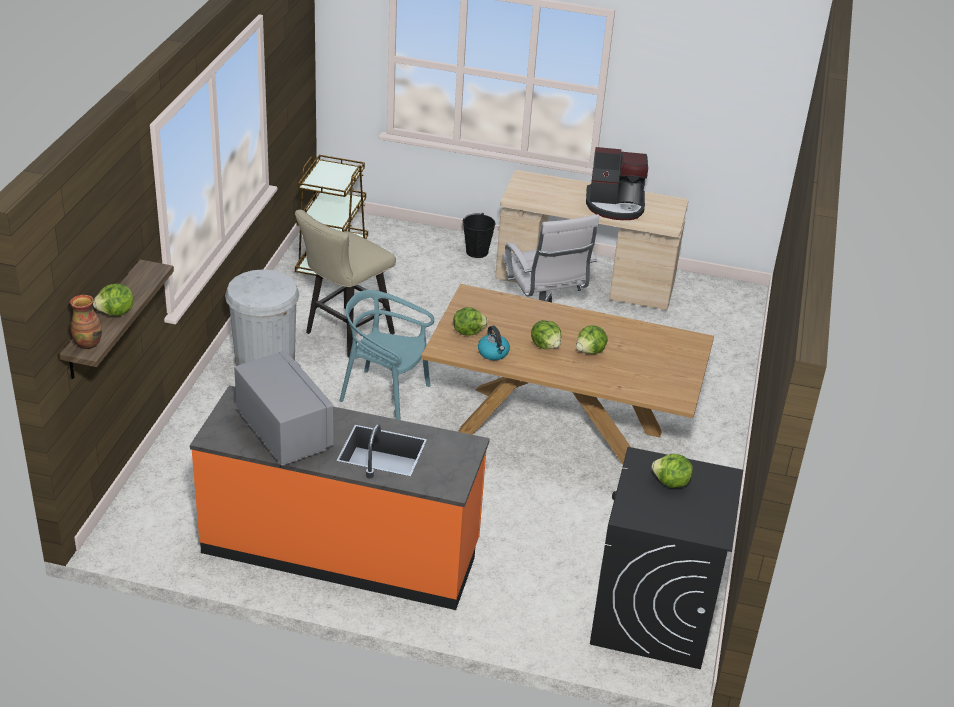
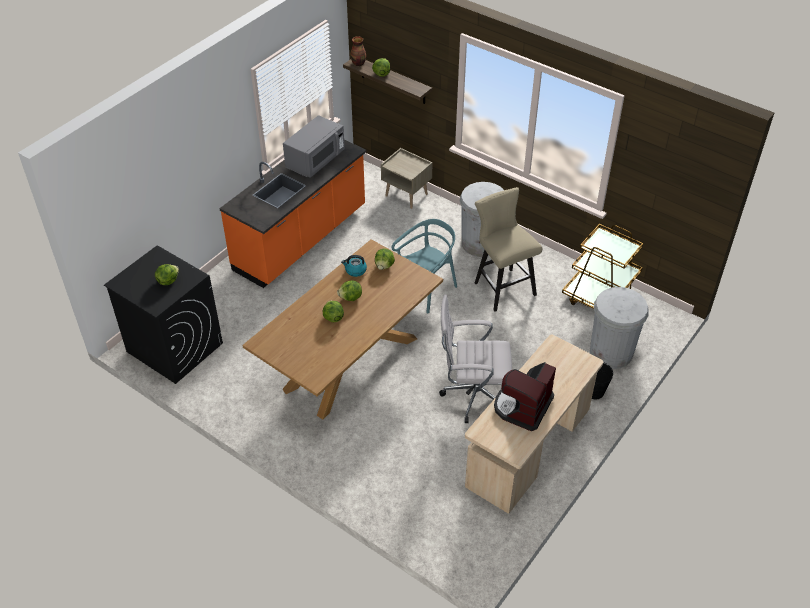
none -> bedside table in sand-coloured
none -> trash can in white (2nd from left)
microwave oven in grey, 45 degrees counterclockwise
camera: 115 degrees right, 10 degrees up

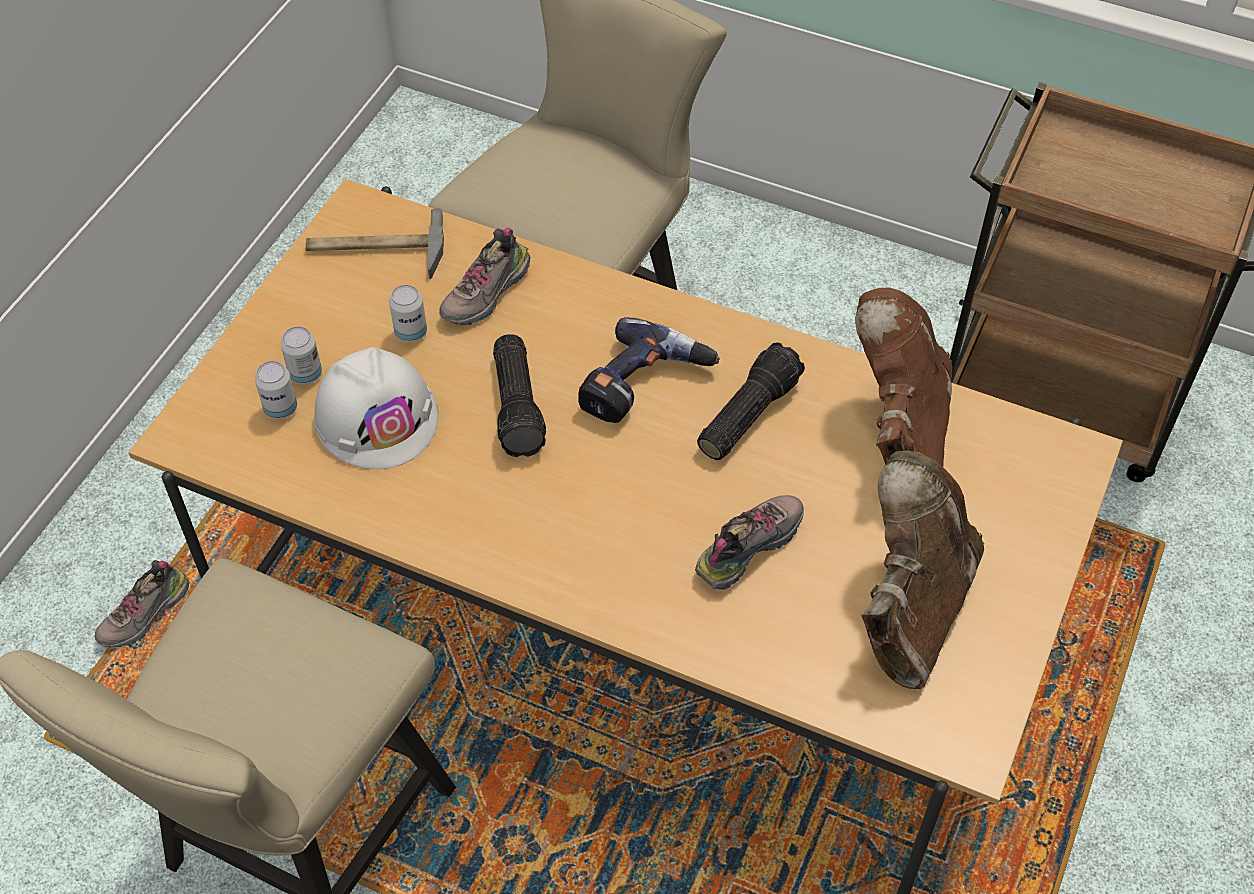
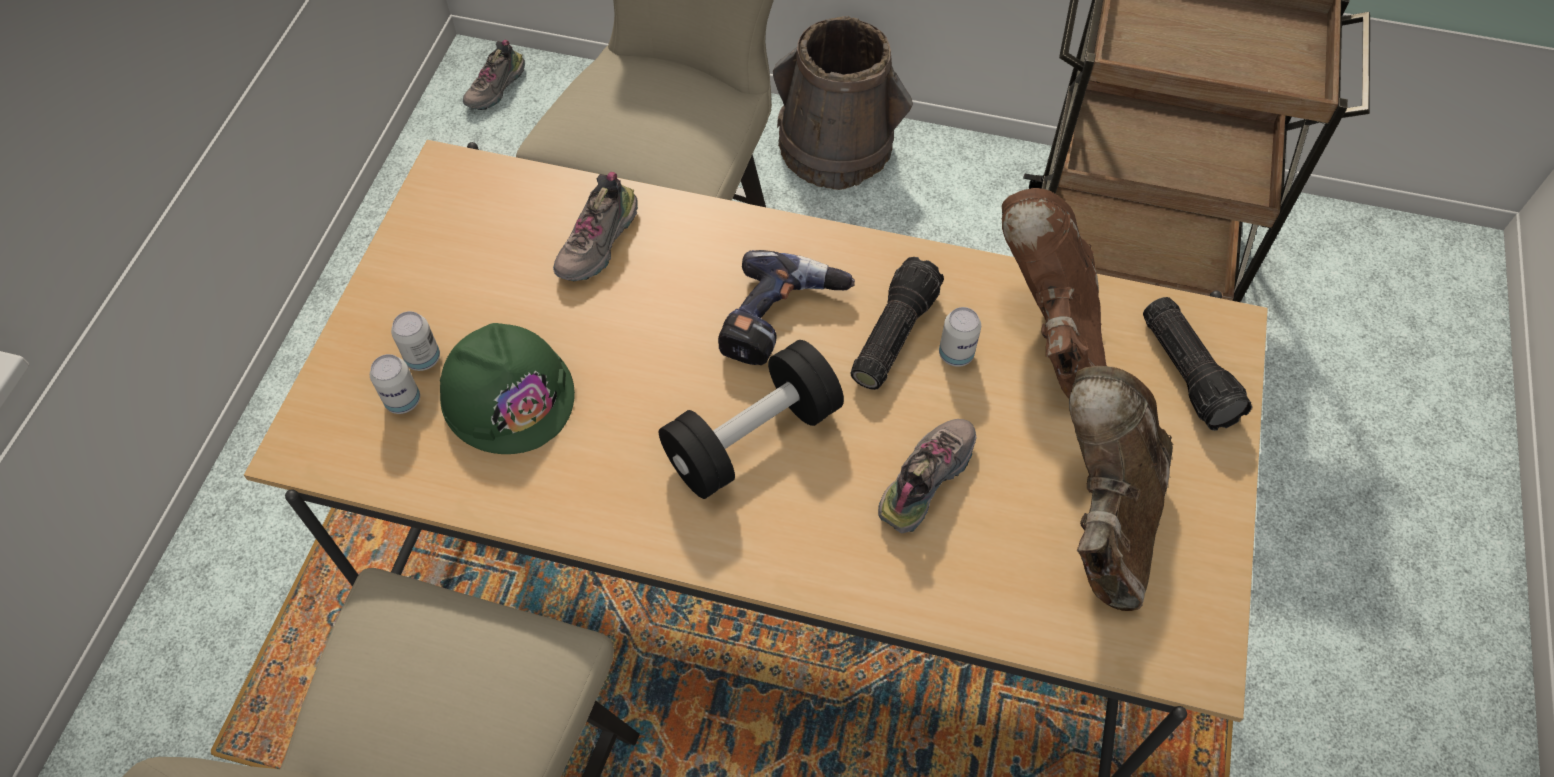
tool hammer -> none
none -> hand weight in black
none -> water bucket in brown
shoe (1st from left), moved
can (3rd from left), moved
torch (1st from left in the first image) -> torch (2nd from left), moved
safety helmet in white -> safety helmet in green-coloured
camera: 10 degrees left, 5 degrees up

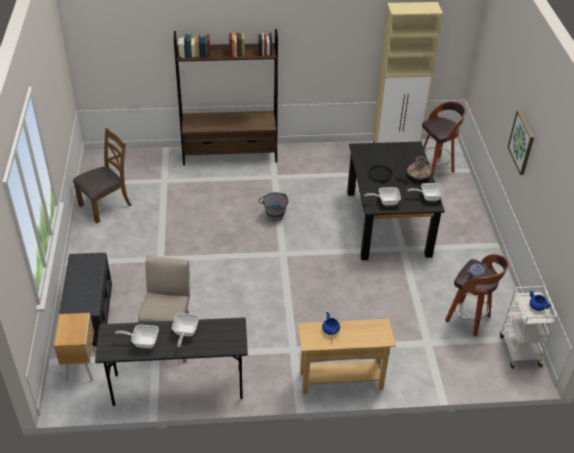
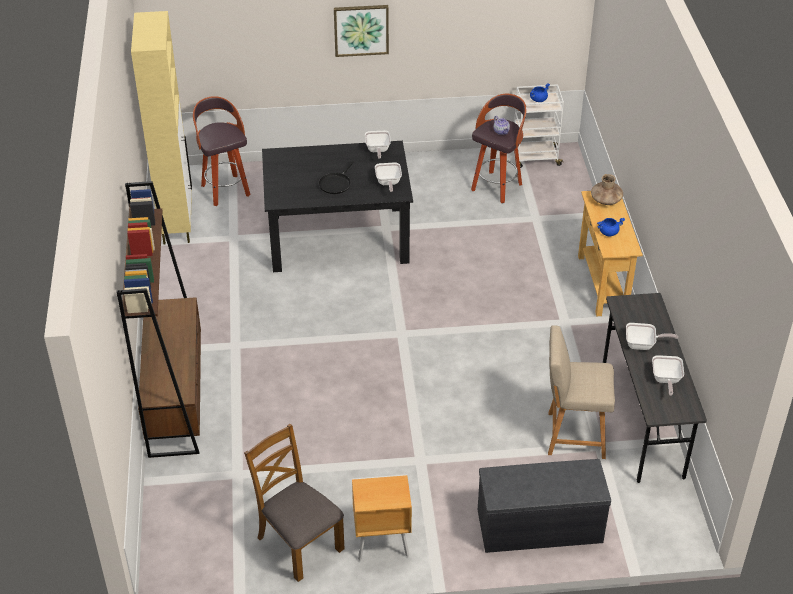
water bucket in grey -> none
bedside table in brown, moved
decorative vase in brown, moved
camera: 90 degrees left, 0 degrees up

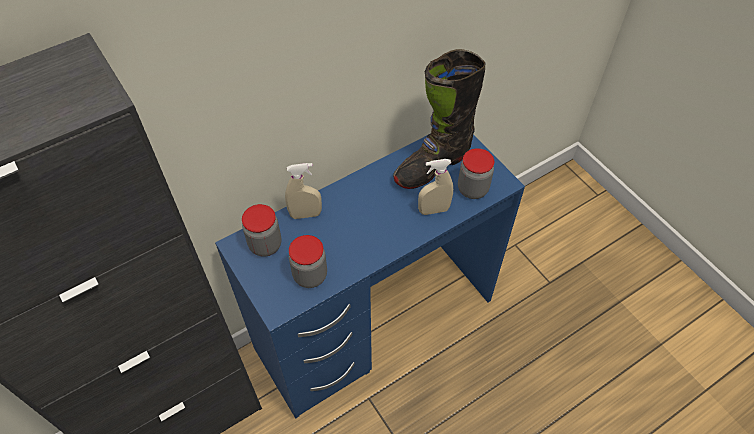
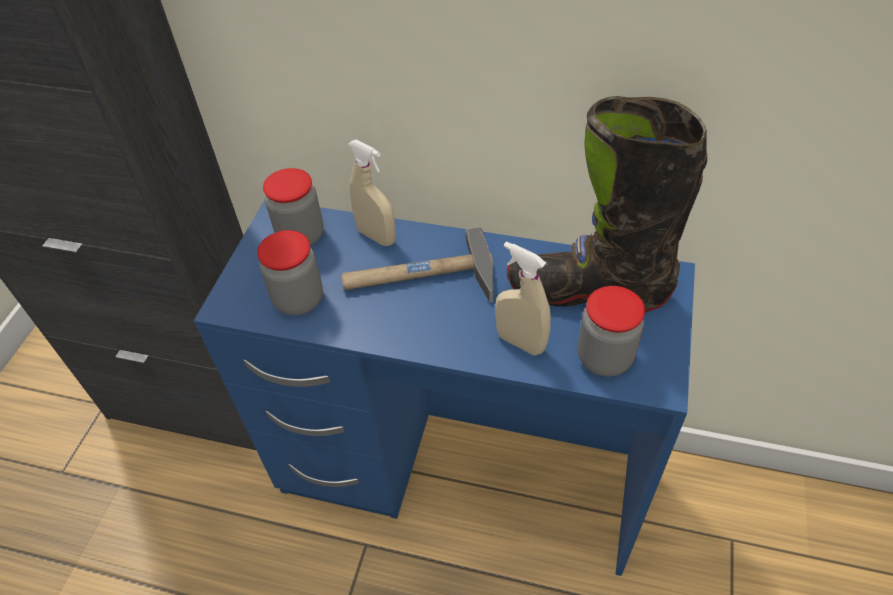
none -> tool hammer
camera: 50 degrees right, 5 degrees down

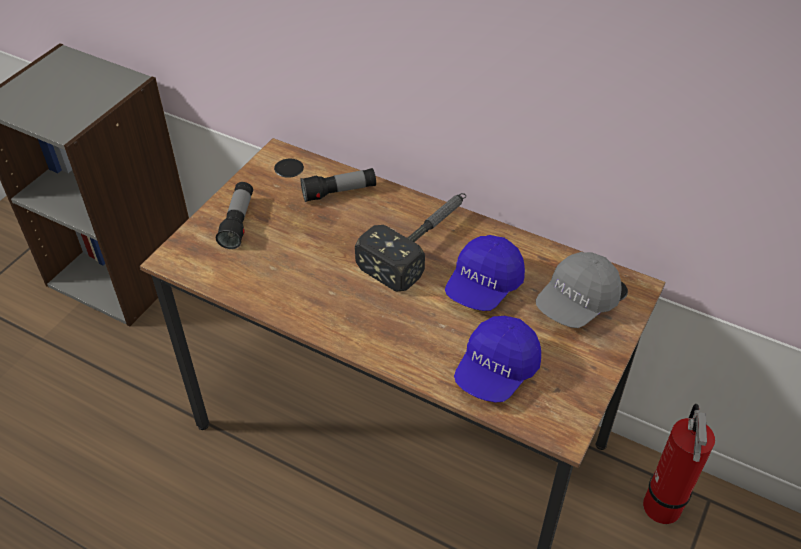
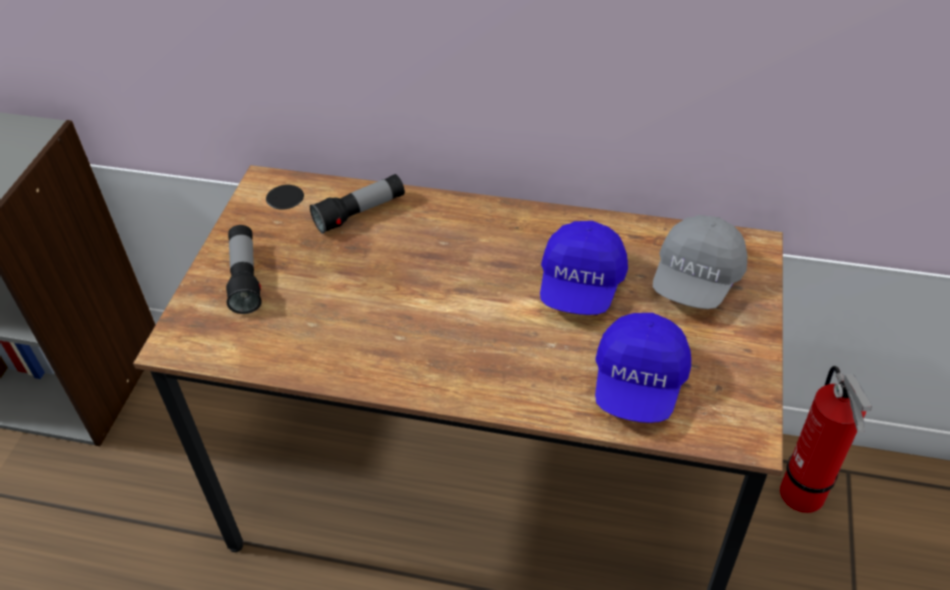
tool hammer -> none
camera: 15 degrees left, 0 degrees up

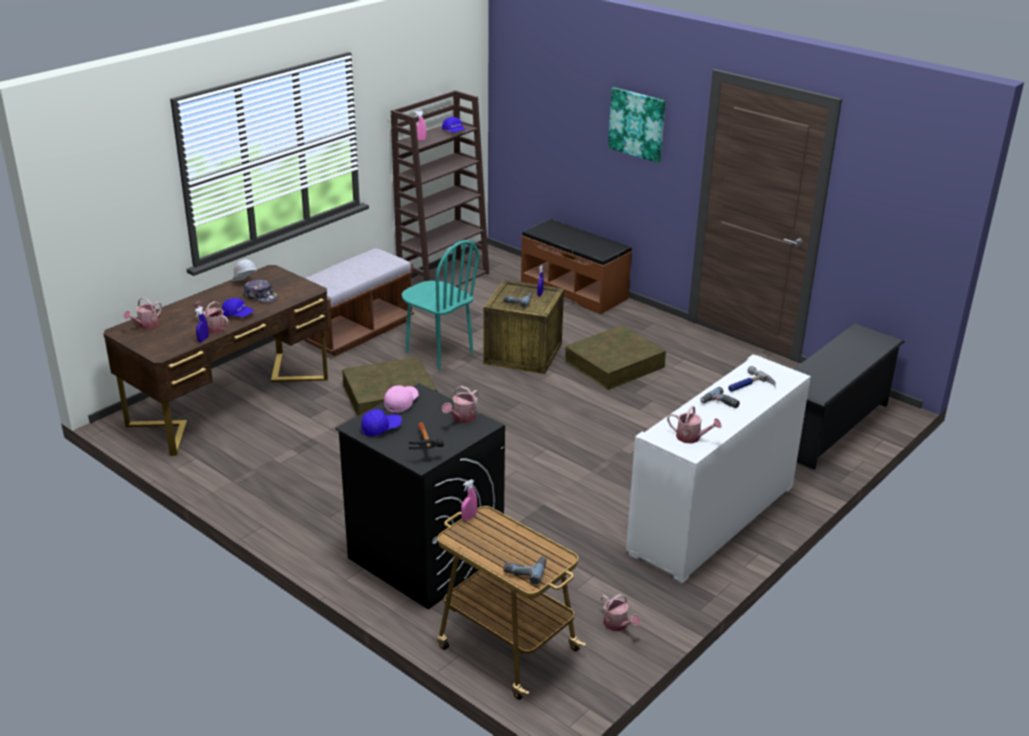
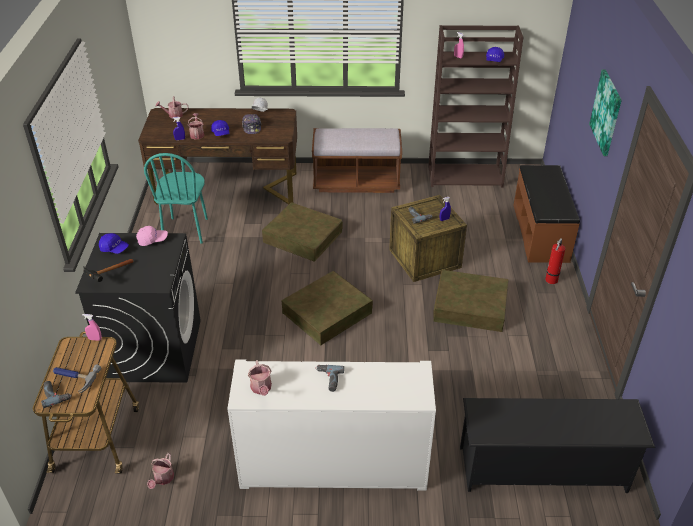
sprinkling can (3rd from left) -> none
none -> storage box in brown (2nd from left)
none -> extinguisher
chair in turquoise, moved
tool hammer (2nd from left in the first image) -> tool hammer (1st from left), moved
camera: 50 degrees right, 10 degrees up

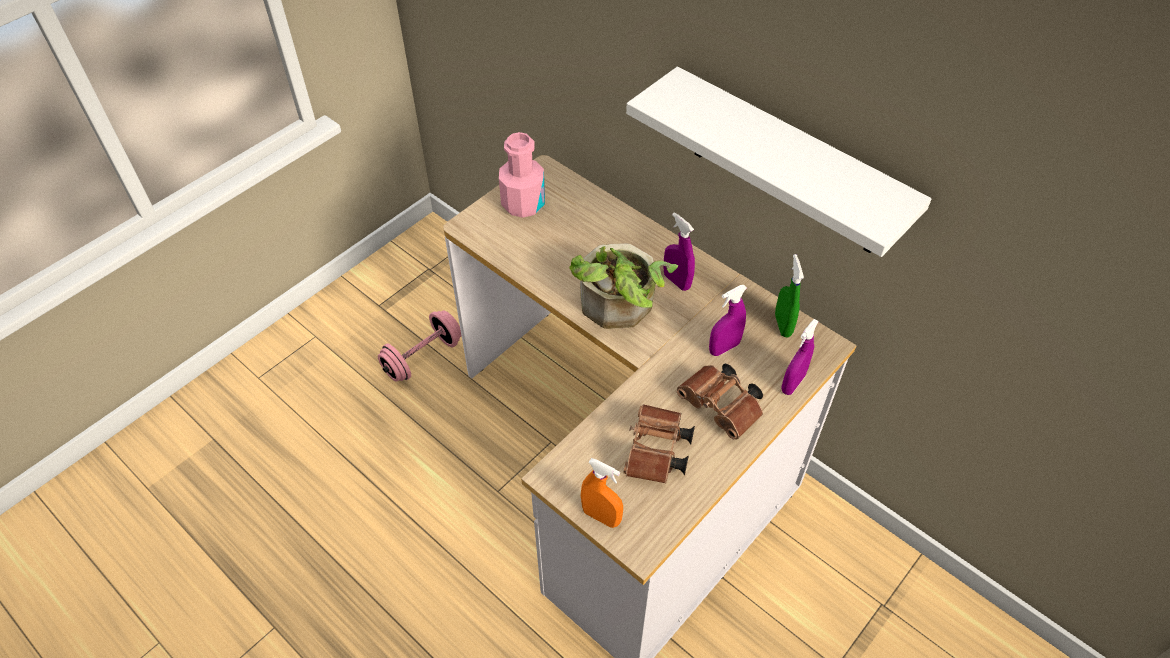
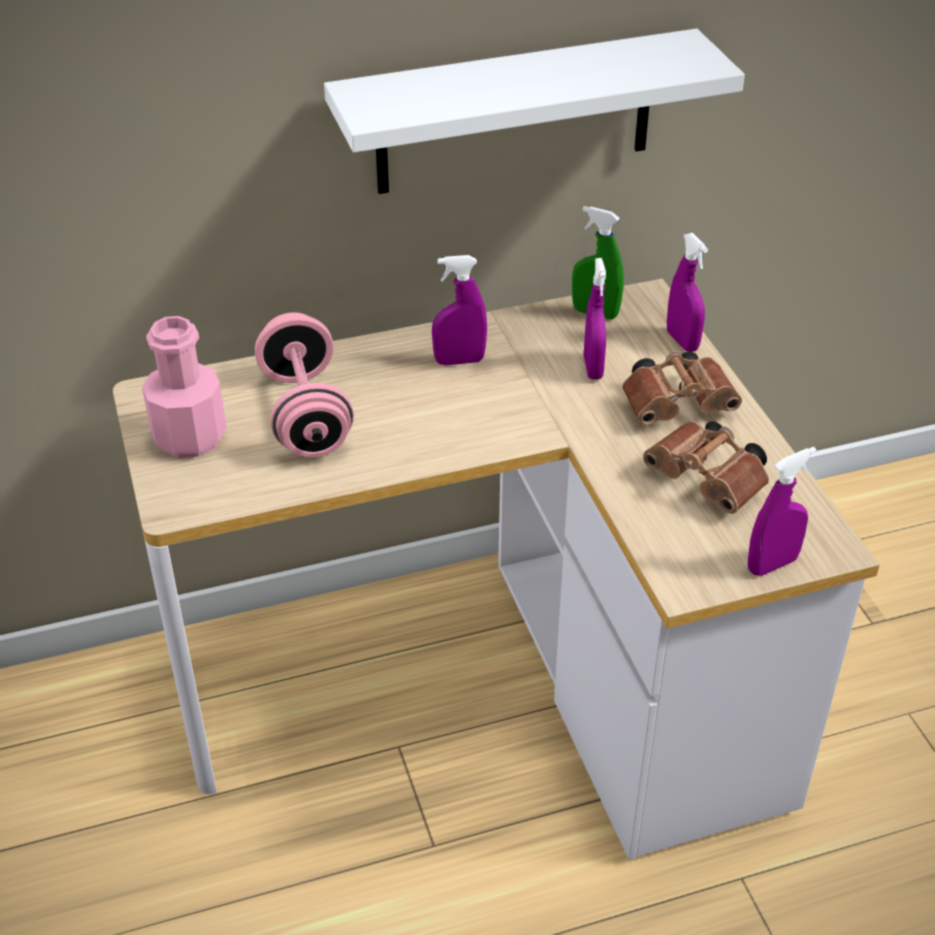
potted plant -> none
hand weight in pink, moved
hand sprayer in orange-coloured -> hand sprayer in purple (4th from left)
camera: 60 degrees left, 10 degrees down

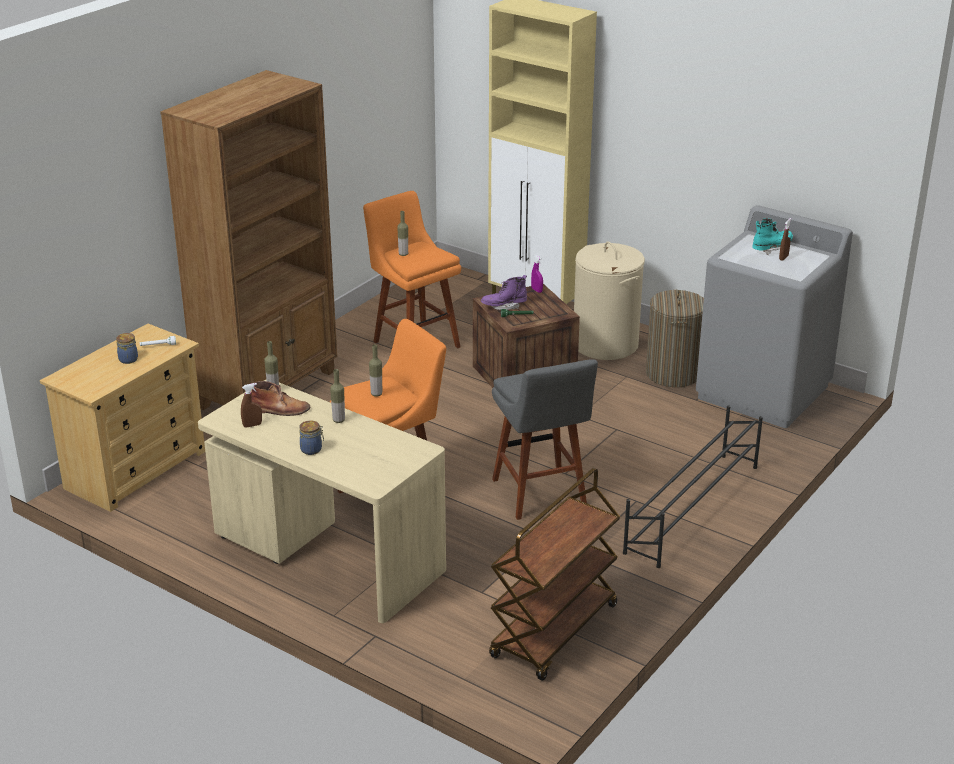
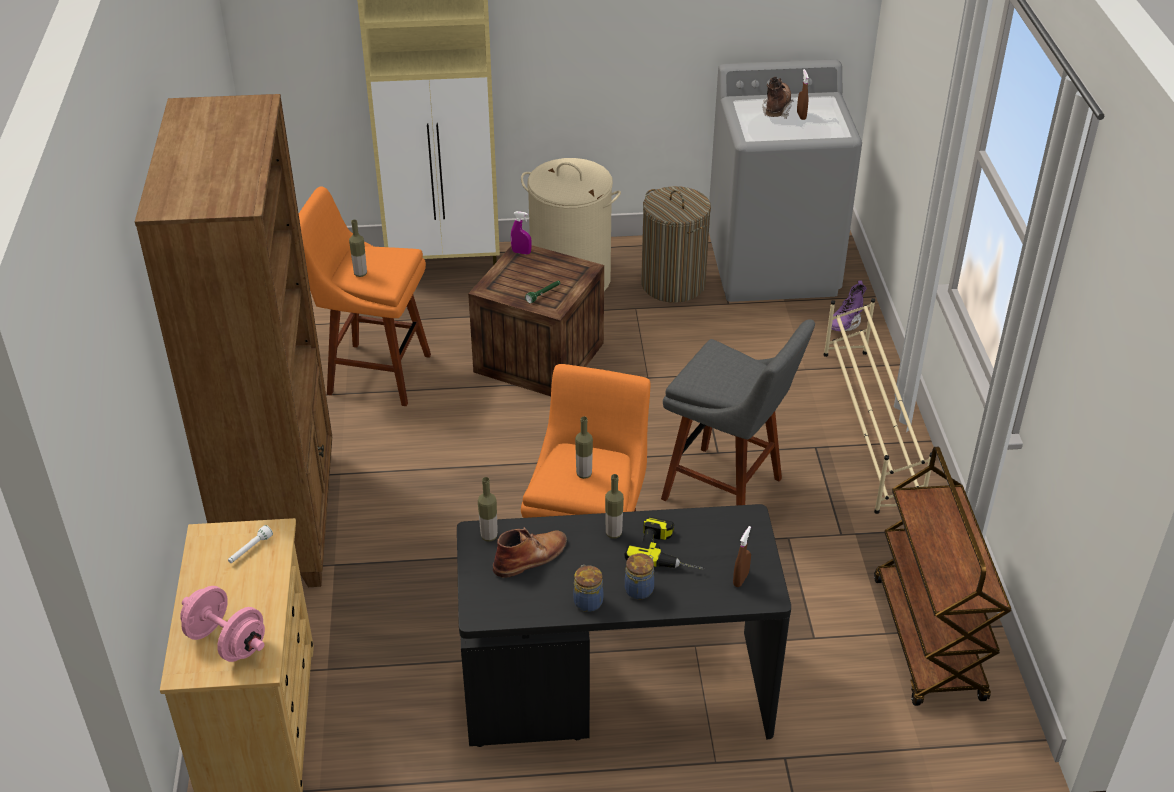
none -> hand weight in pink
none -> drill
storage jar (1st from left), moved
hand sprayer in brown (1st from left), moved
boot in purple, moved
desk table in sand-coloured -> desk table in black
shoe stand in black -> shoe stand in sand-coloured
boot in turquoise -> boot in brown (2nd from left)
camera: 40 degrees left, 10 degrees up

